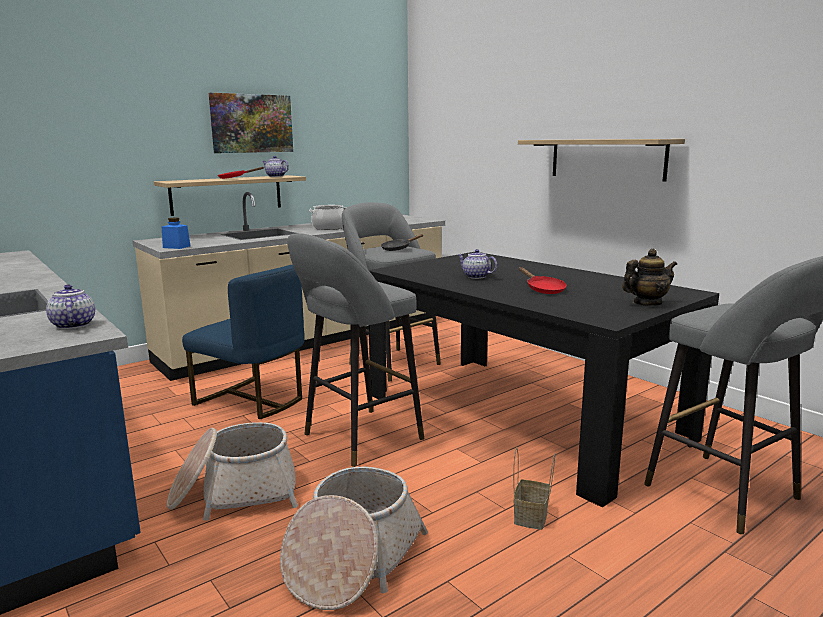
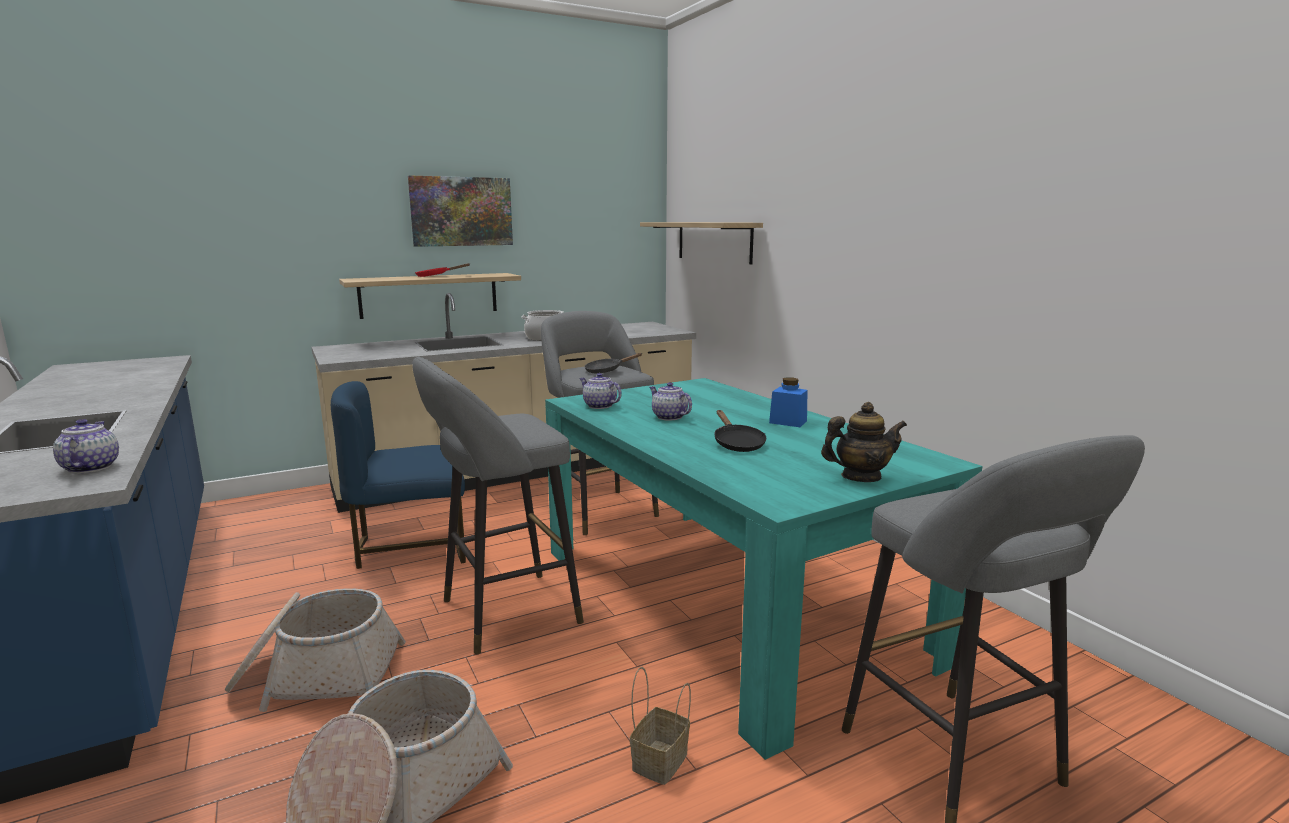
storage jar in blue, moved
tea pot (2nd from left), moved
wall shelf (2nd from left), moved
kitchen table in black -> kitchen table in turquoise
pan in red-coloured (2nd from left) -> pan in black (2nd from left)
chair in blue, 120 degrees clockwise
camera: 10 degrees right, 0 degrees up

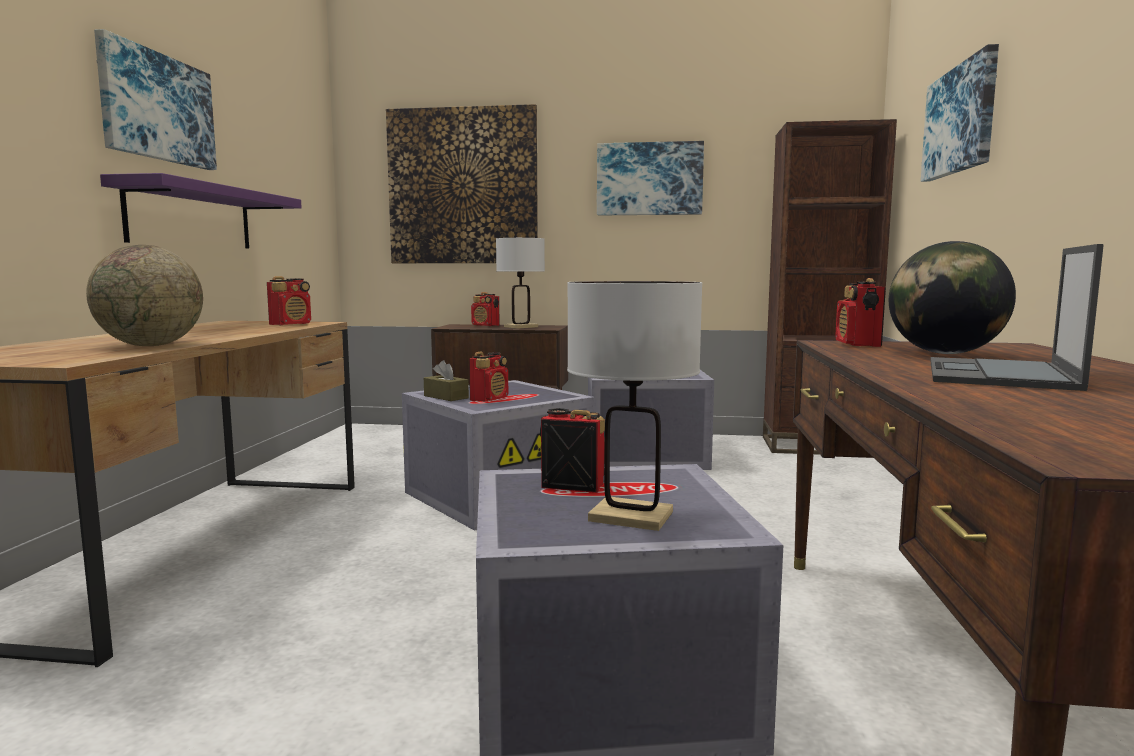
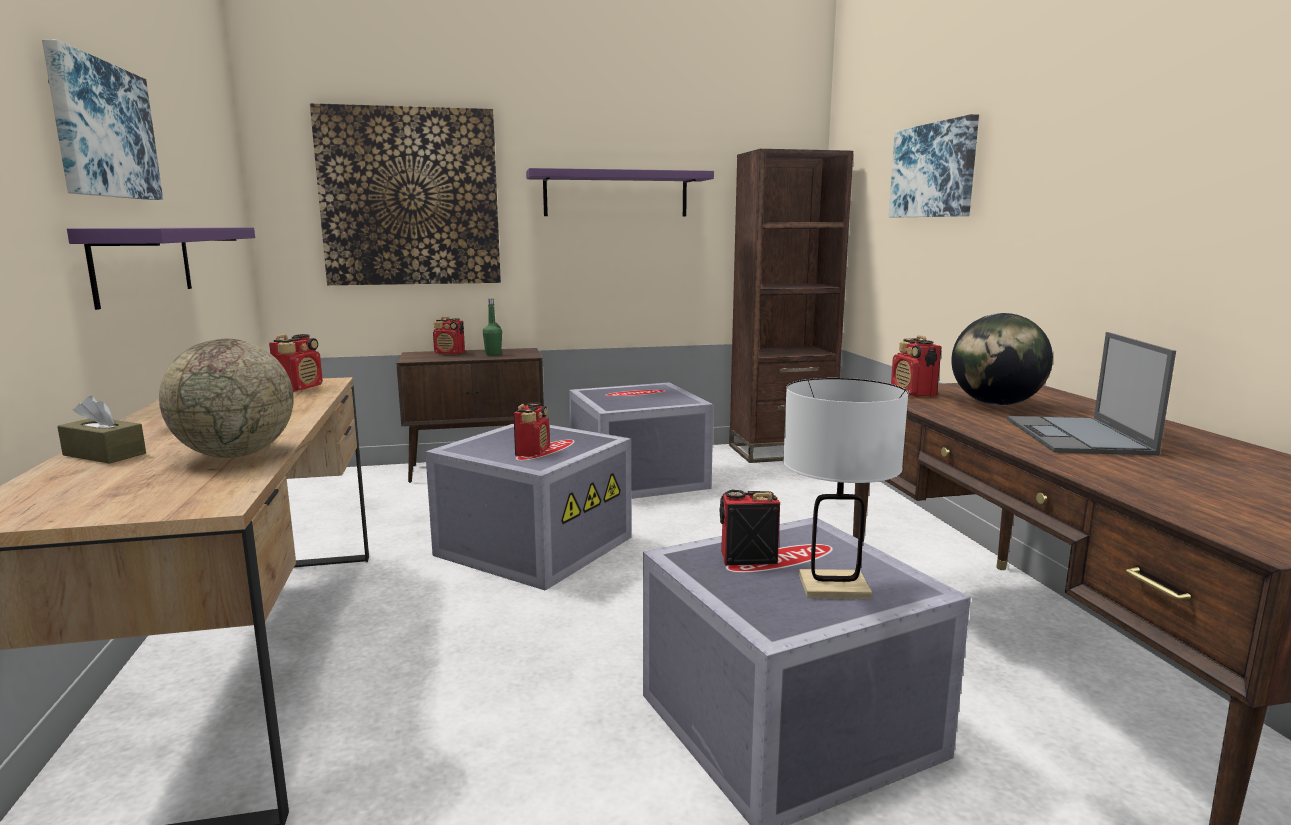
tissue holder in brown, moved
tabletop lamp in white (1st from left) -> bottle in green-coloured
picture (3rd from left) -> wall shelf in purple (2nd from left)
camera: 20 degrees left, 5 degrees up

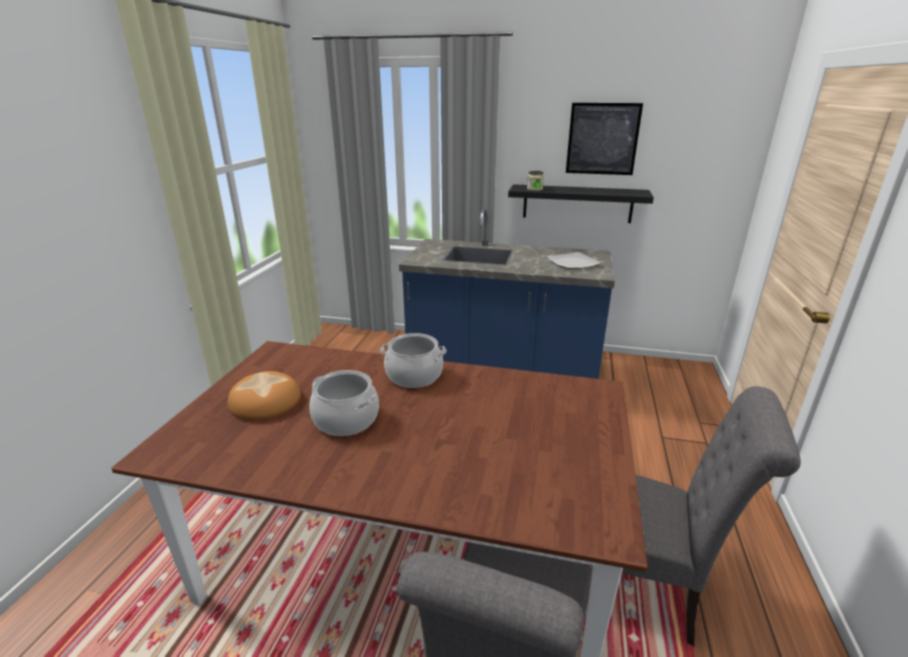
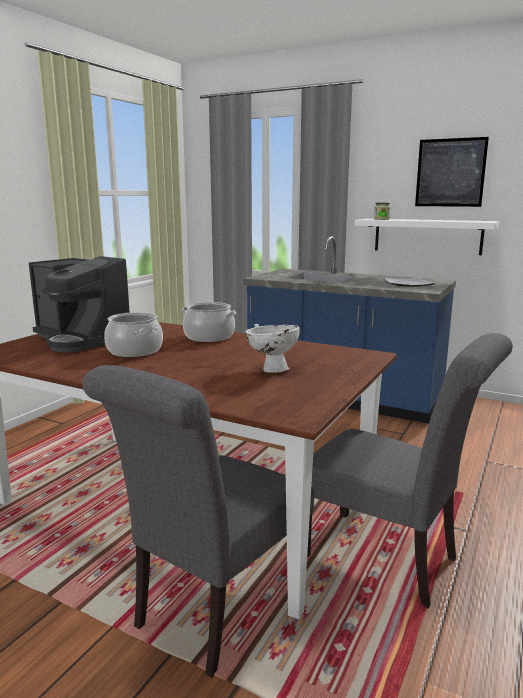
none -> bowl in white
bread -> coffee maker
wall shelf in black -> wall shelf in white
camera: 15 degrees right, 10 degrees down

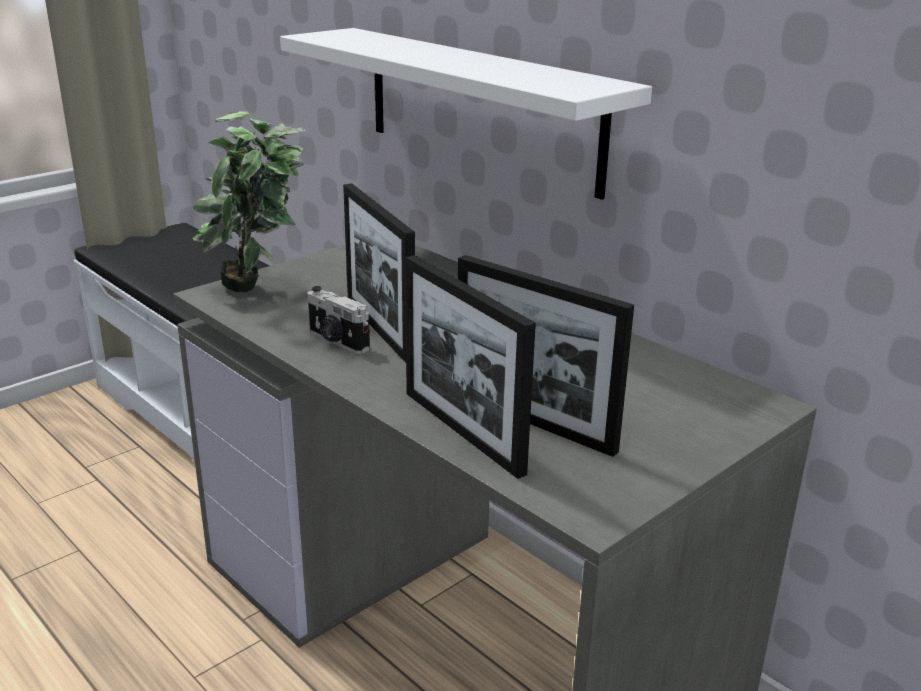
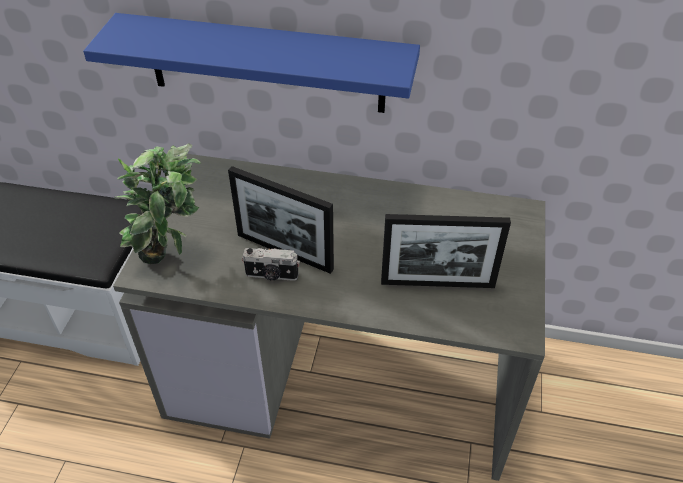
photo frame (2nd from left) -> none
wall shelf in white -> wall shelf in blue
camera: 35 degrees left, 20 degrees up

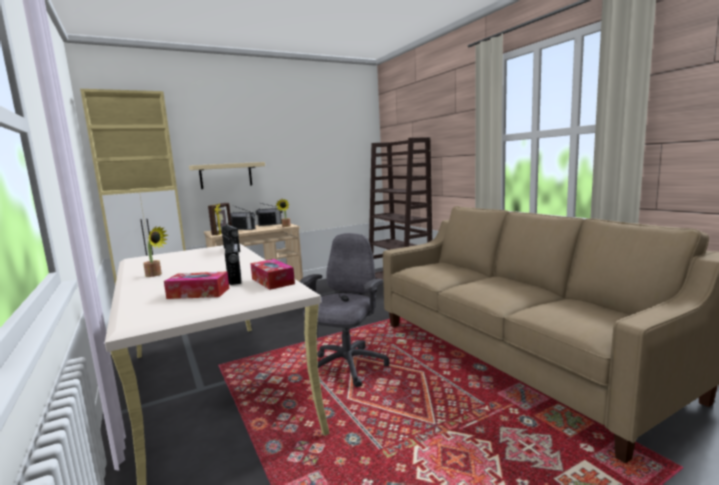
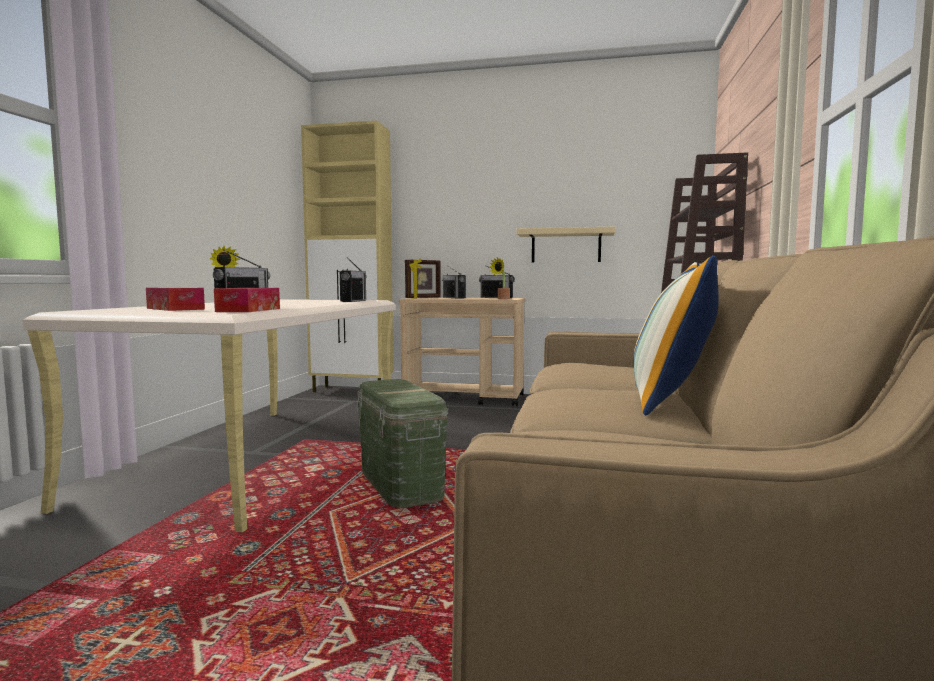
none -> cushion
wall shelf in sand-coloured, moved
computer chair in grey -> storage box in green-coloured
camera: 40 degrees right, 5 degrees down

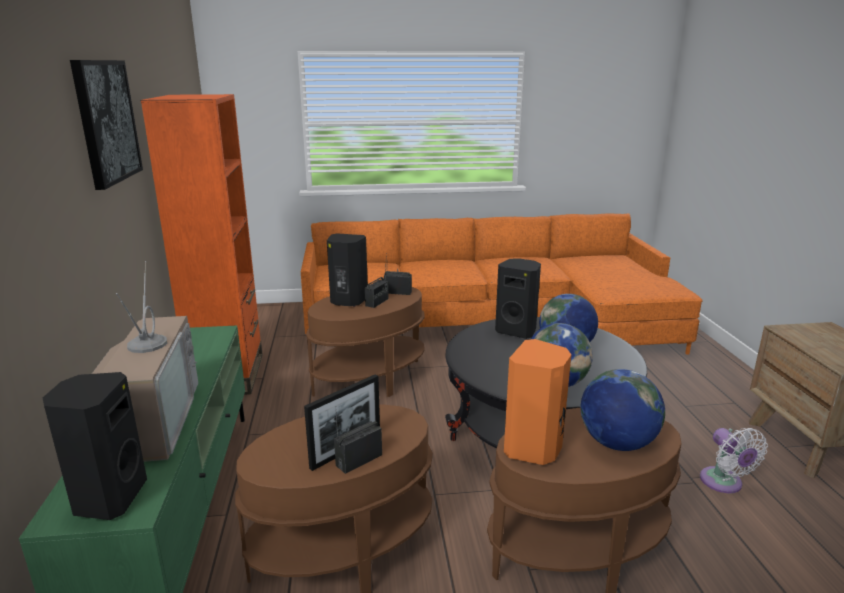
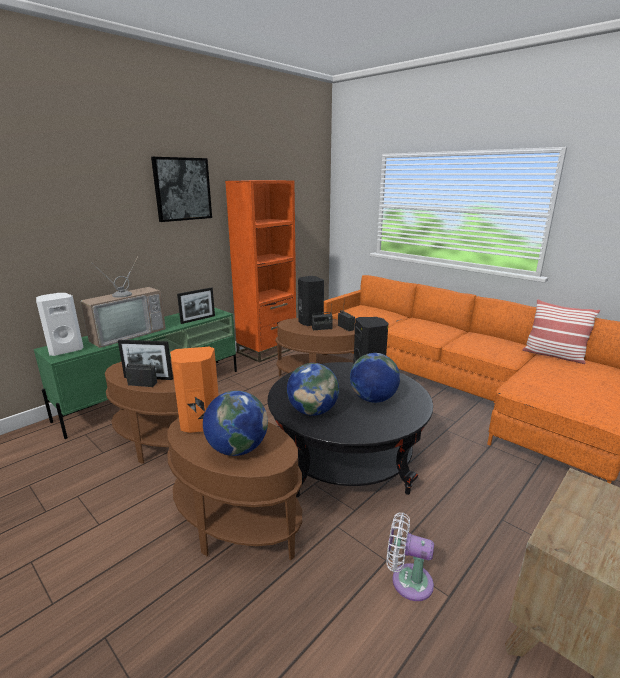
none -> photo frame (2nd from left)
none -> cushion
loudspeaker in black (1st from left) -> loudspeaker in white
fan in white, 75 degrees clockwise
camera: 50 degrees right, 0 degrees up

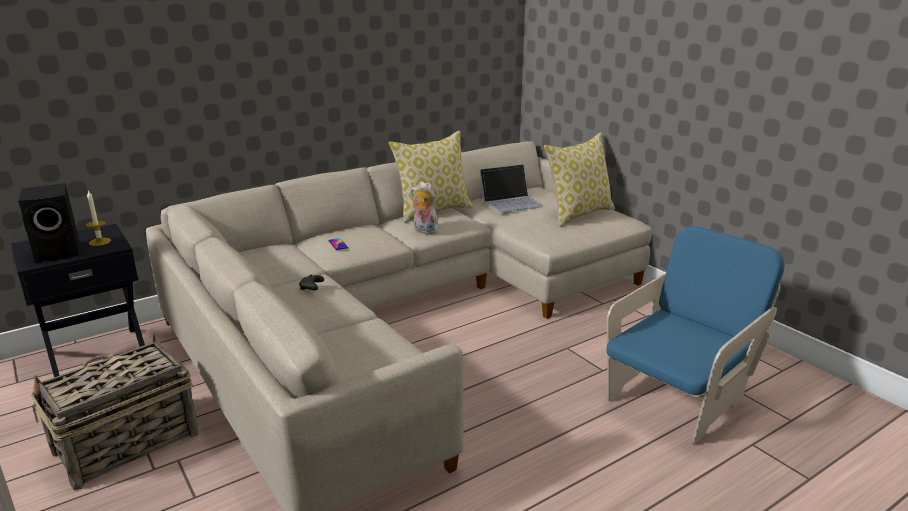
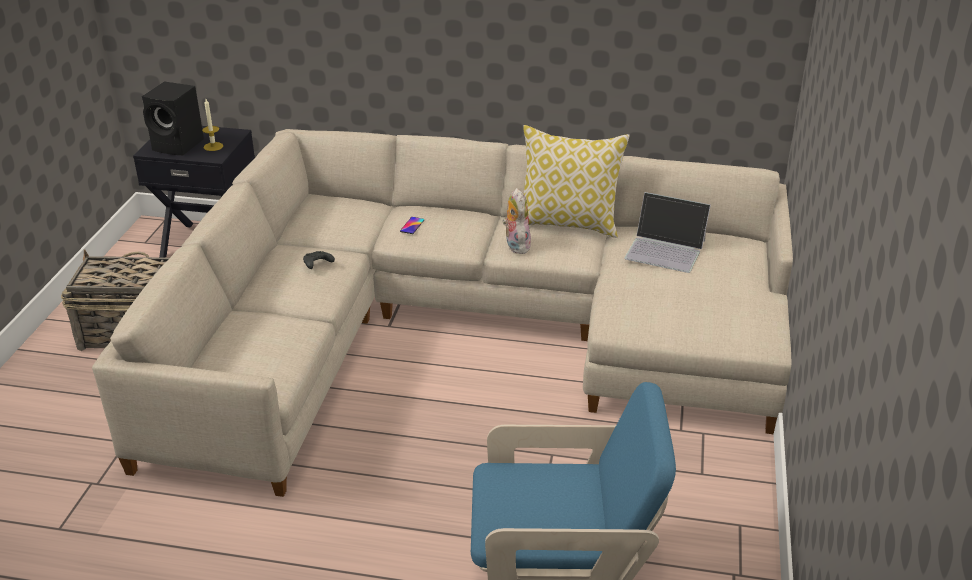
cushion (2nd from left) -> none
camera: 45 degrees right, 10 degrees up

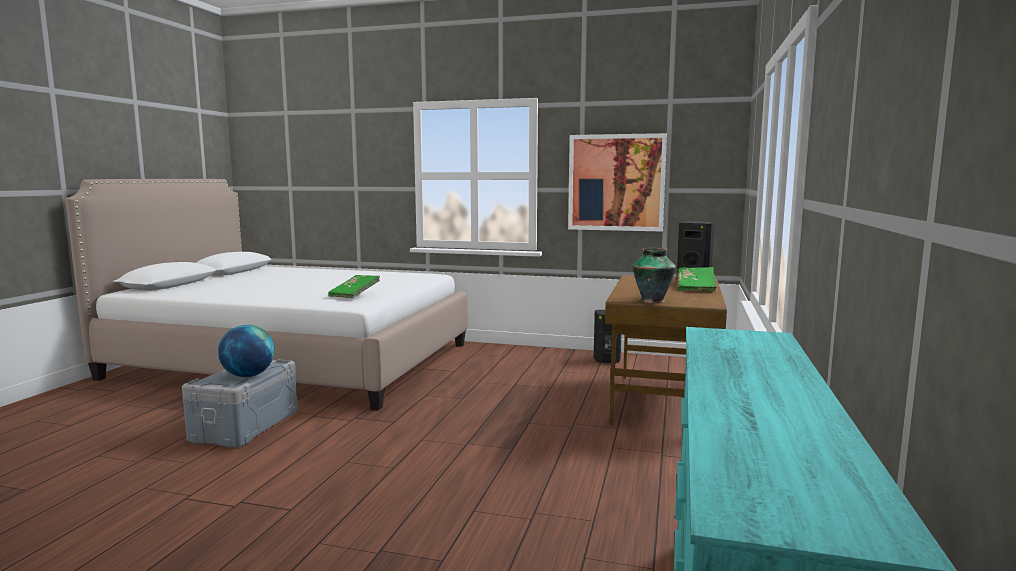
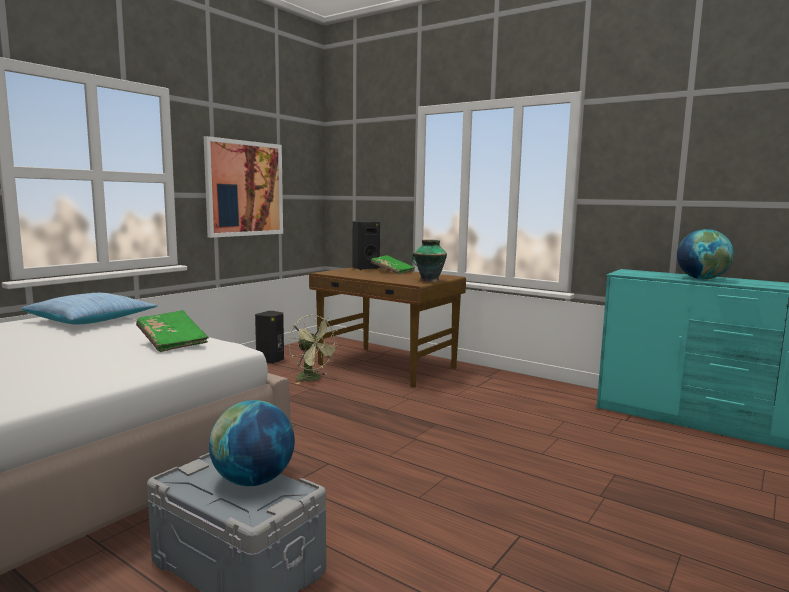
none -> cushion
none -> fan in green-coloured
none -> world globe (2nd from left)
camera: 70 degrees left, 0 degrees up

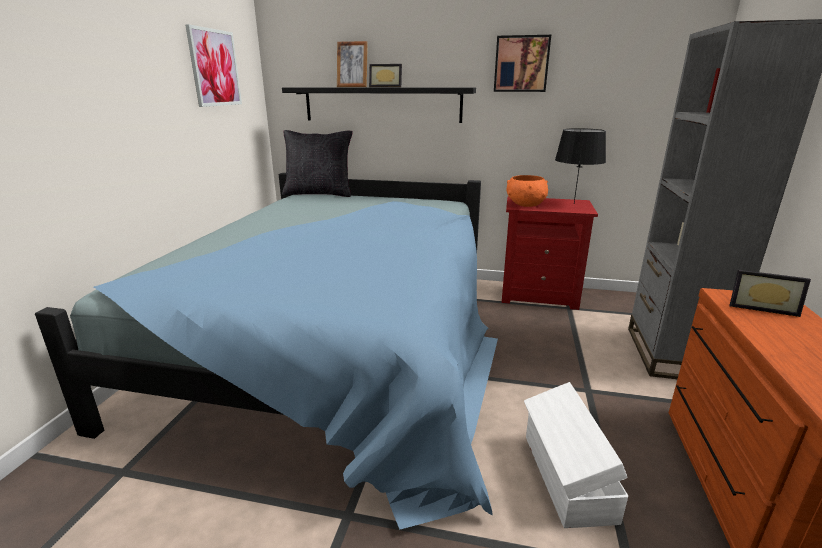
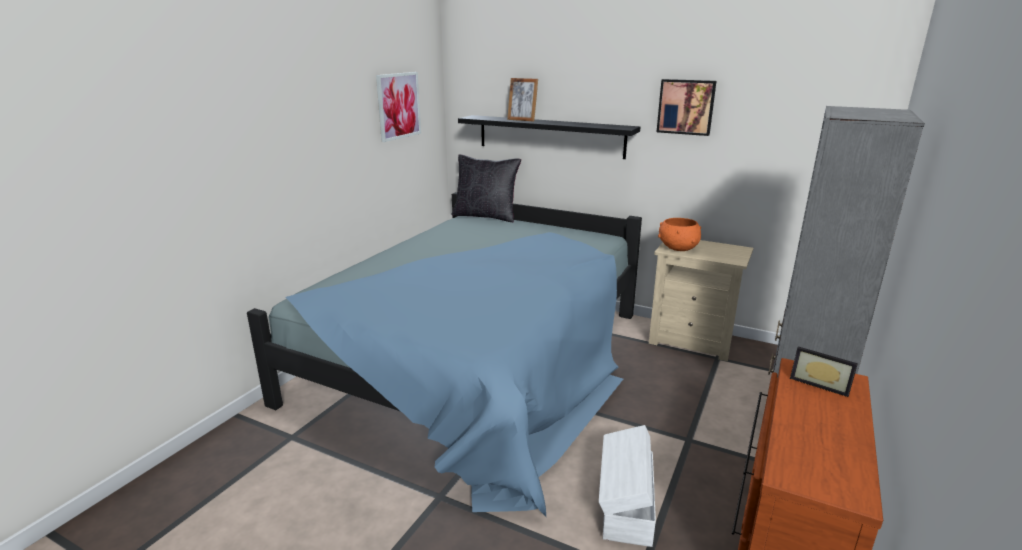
photo frame (2nd from left) -> none
tabletop lamp in black -> none
bedside table in red-coloured -> bedside table in sand-coloured
camera: 15 degrees right, 0 degrees up

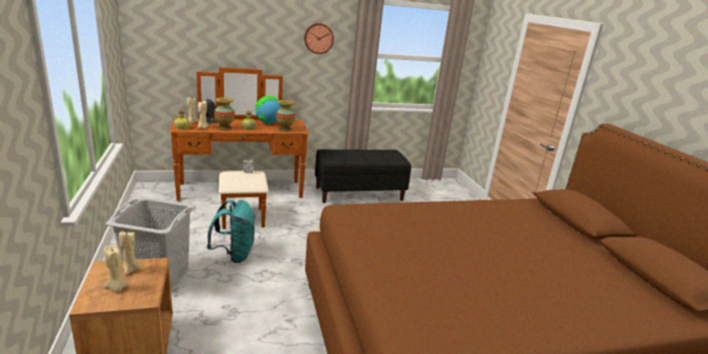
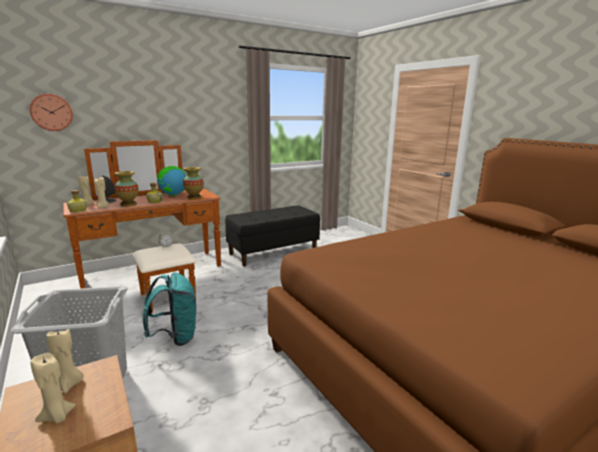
clock on the wall, moved
camera: 15 degrees left, 5 degrees down

